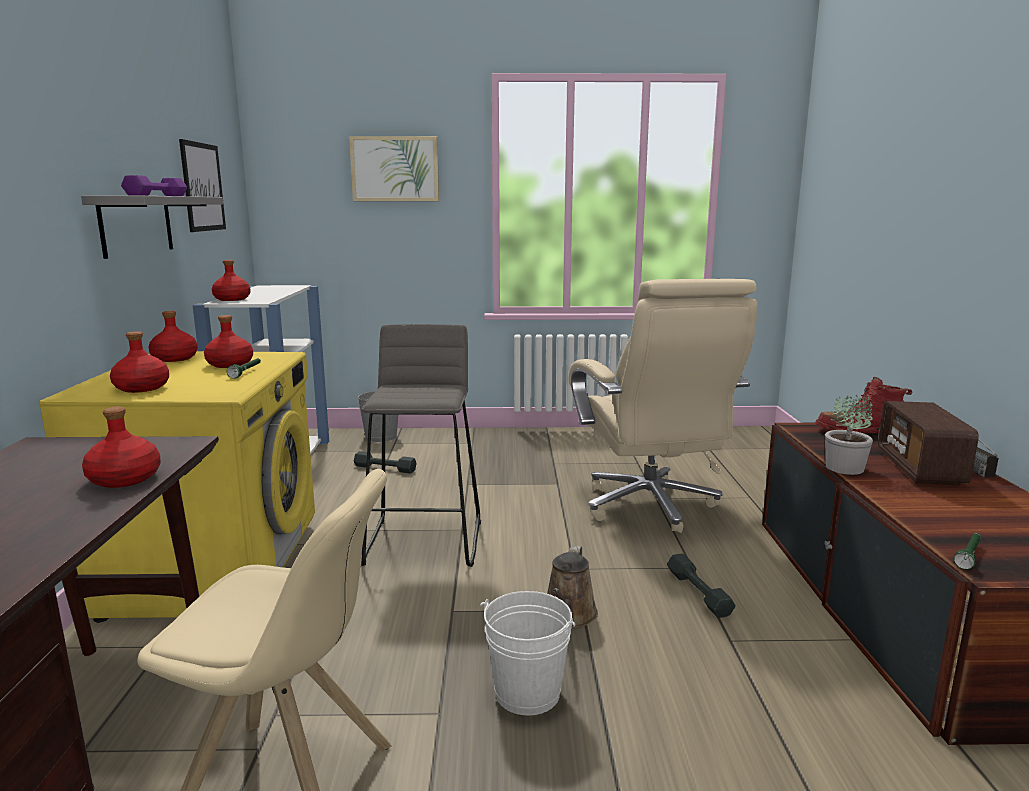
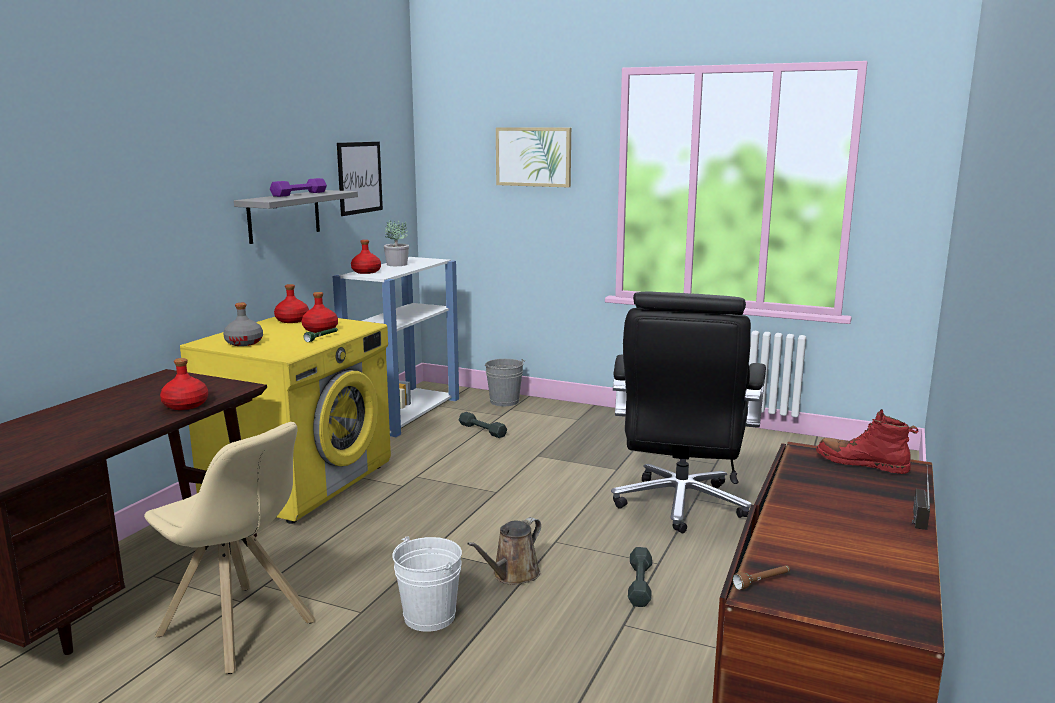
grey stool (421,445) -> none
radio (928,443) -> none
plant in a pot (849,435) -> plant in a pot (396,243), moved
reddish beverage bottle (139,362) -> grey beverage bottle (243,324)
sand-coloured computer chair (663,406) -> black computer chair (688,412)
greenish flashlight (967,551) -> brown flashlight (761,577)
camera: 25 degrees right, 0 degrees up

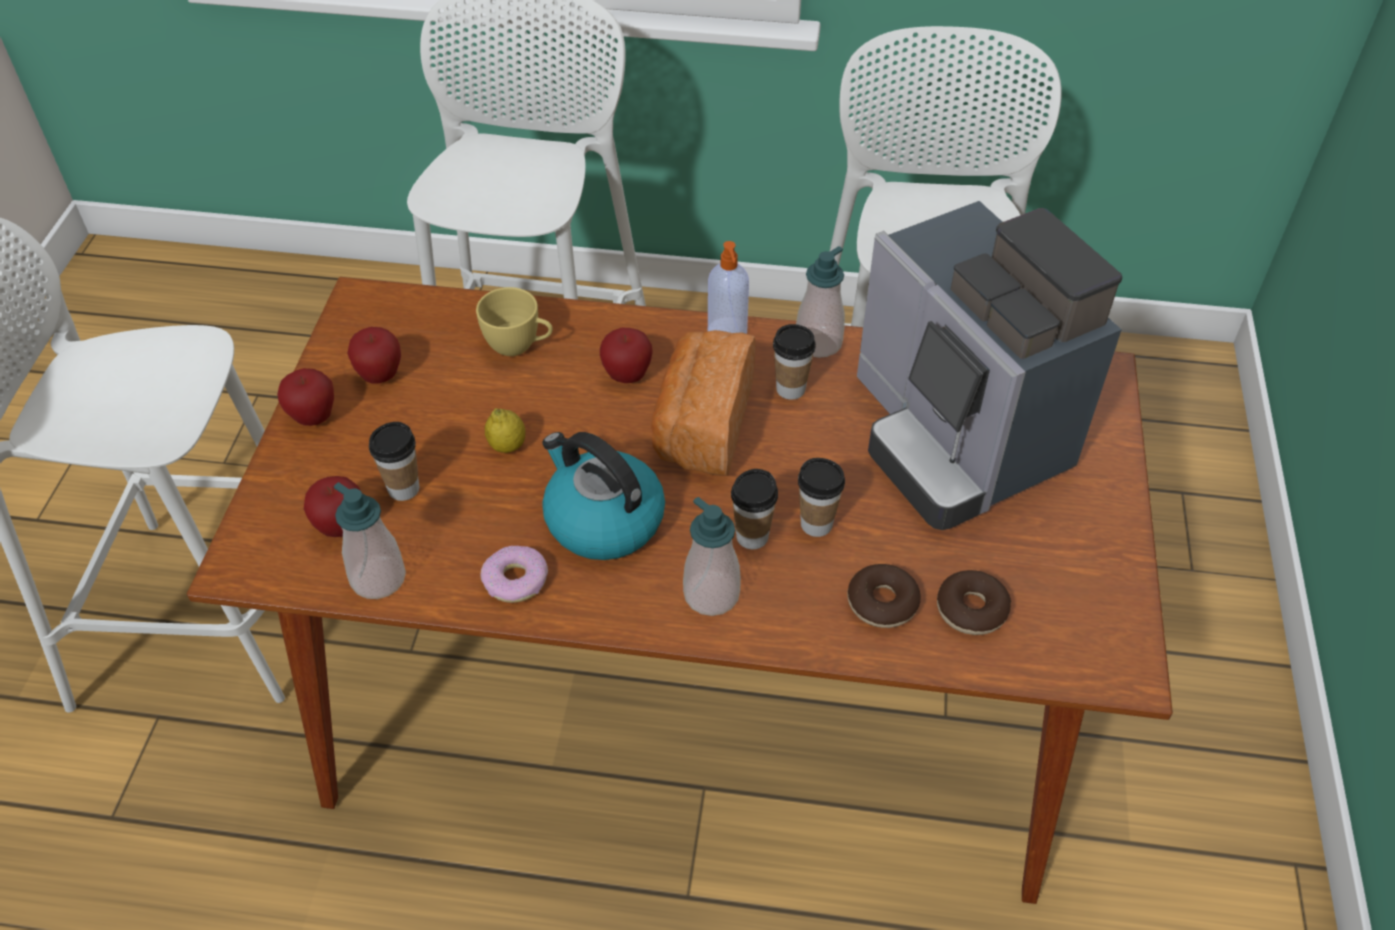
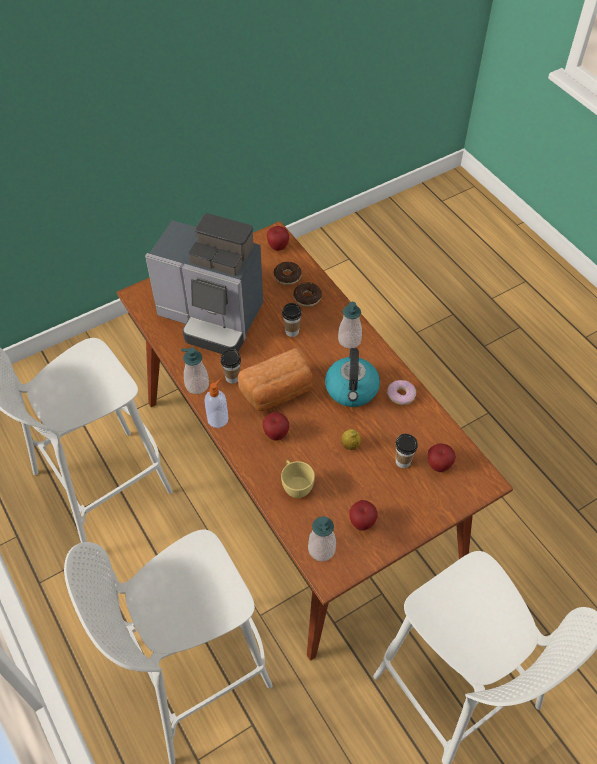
cup (754,509) -> none
apple fruit (305,397) -> apple fruit (278,238), moved
soap dispenser (369,540) -> soap dispenser (322,538), moved
coffee machine (990,365) -> coffee machine (204,283), 90 degrees clockwise
camera: 130 degrees left, 5 degrees up

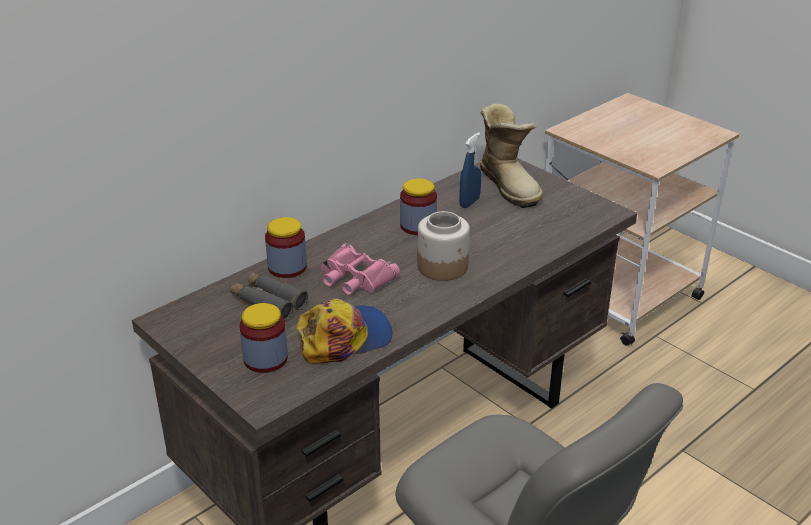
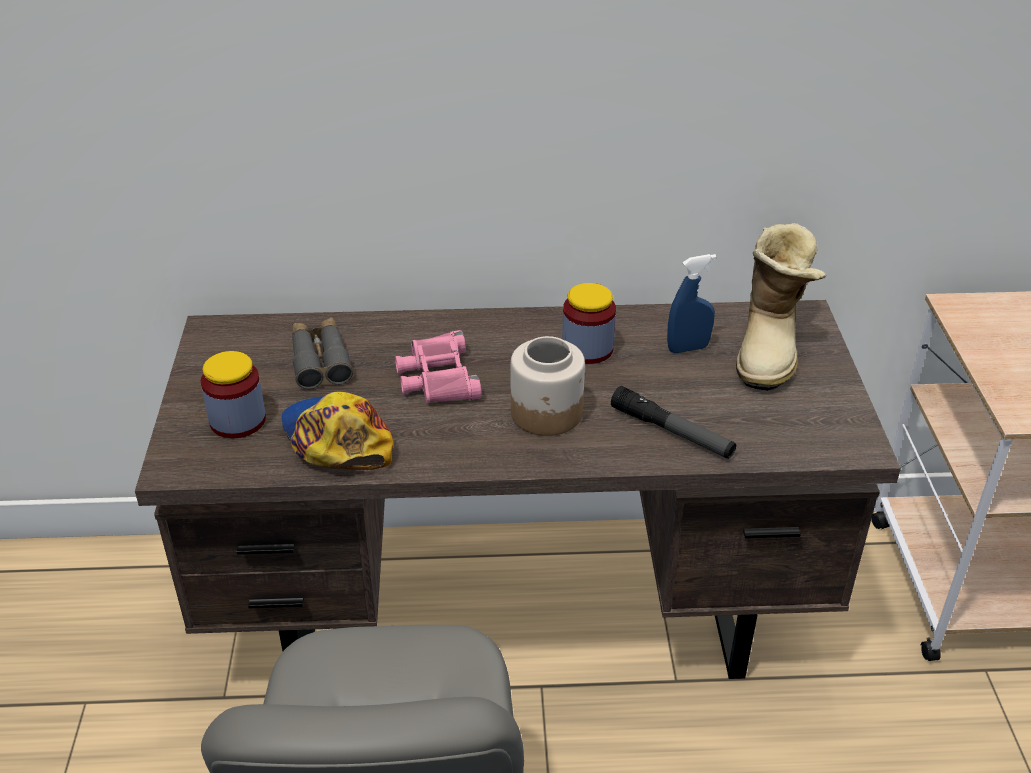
preserve jar (286,247) -> none
none -> flashlight (673,422)
cap (344,330) -> cap (337,431), 135 degrees counterclockwise
camera: 40 degrees right, 5 degrees up

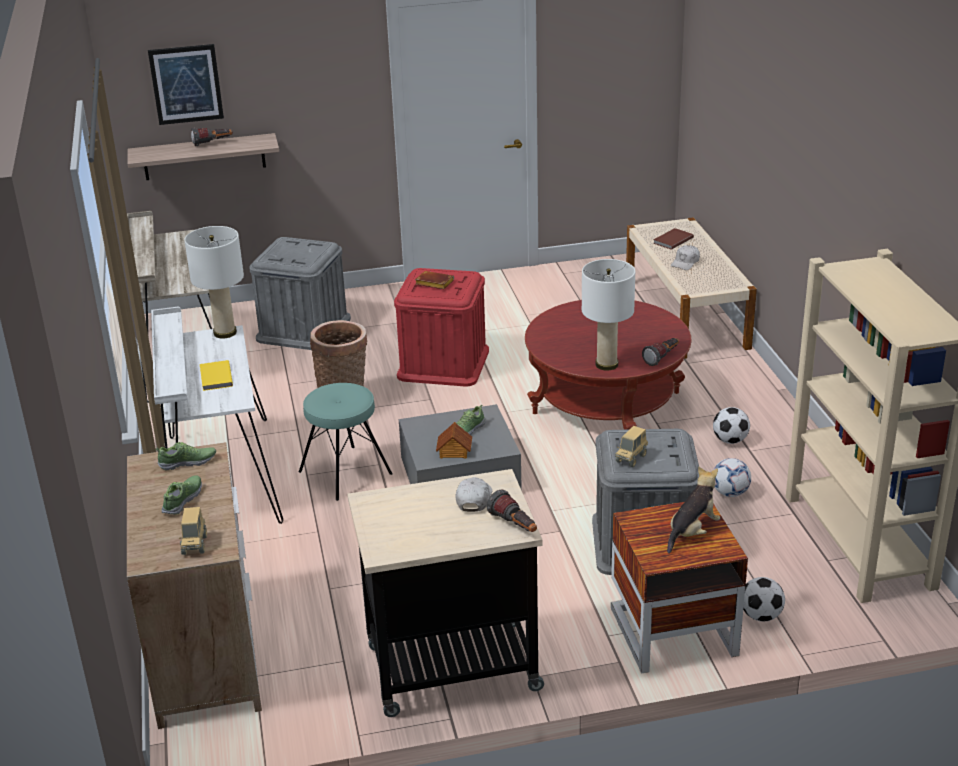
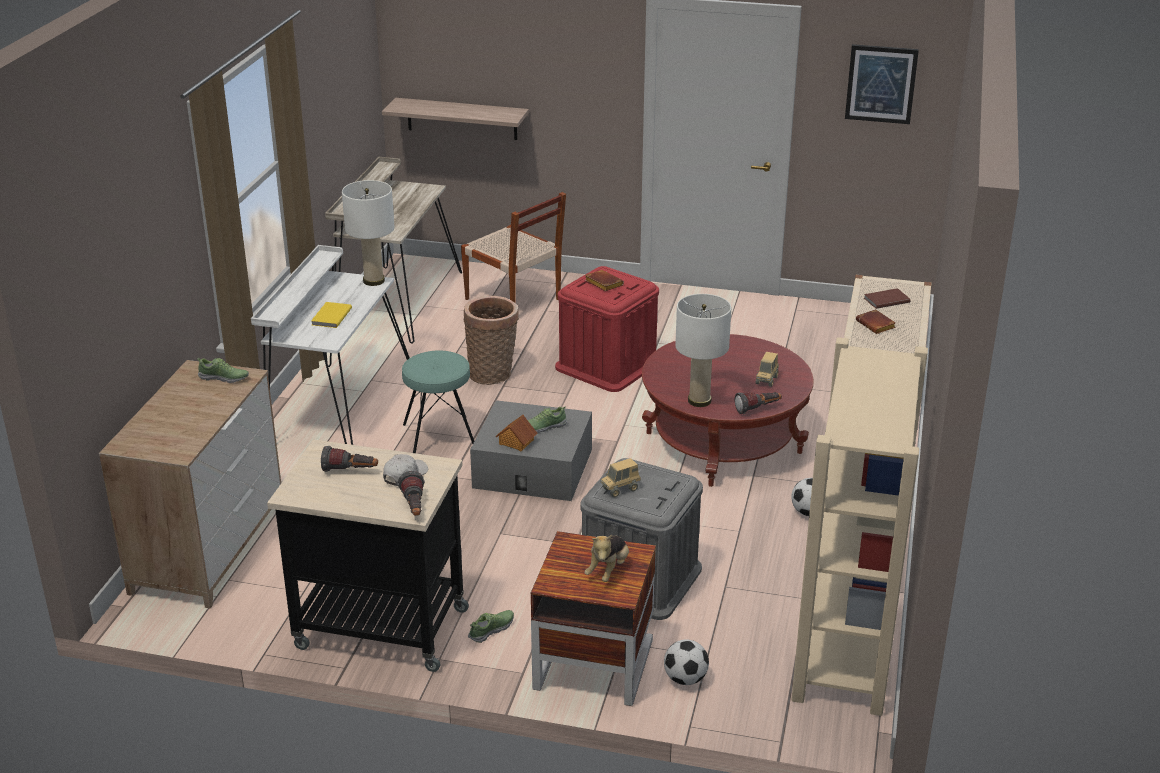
football ball (732,477) -> none
wall art (186,84) -> wall art (882,84), moved
item of footwear (182,495) -> item of footwear (491,626), moved
toy truck (193,531) -> toy truck (767,369), moved
flashlight (212,137) -> flashlight (349,459), moved
grey storage container (300,293) -> plain chair (513,247)
whitish cap (685,257) -> brown bound book (876,321)
plush toy (693,509) -> plush toy (606,558), 135 degrees clockwise
camera: 25 degrees right, 0 degrees up

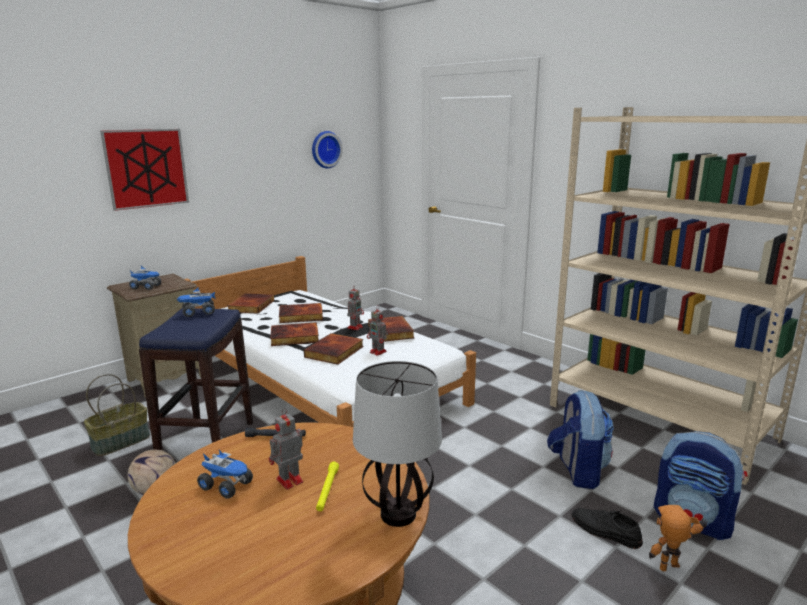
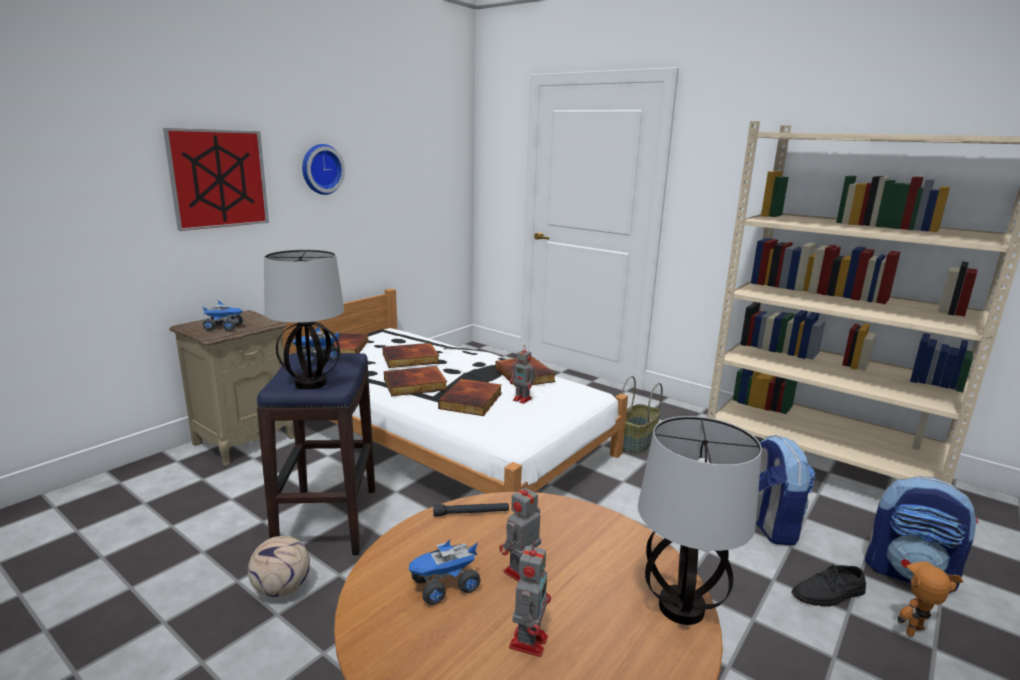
yellowish flashlight (327,486) -> none
none -> tabletop lamp (304,319)
basket (117,415) -> basket (641,415), moved
clock on the wall (327,149) -> clock on the wall (323,169), moved
toy robot (355,307) -> toy robot (530,598), moved
toy truck (225,474) -> toy truck (444,572), 135 degrees clockwise
black item of footwear (607,528) -> black item of footwear (829,584), 45 degrees counterclockwise
camera: 10 degrees left, 0 degrees up

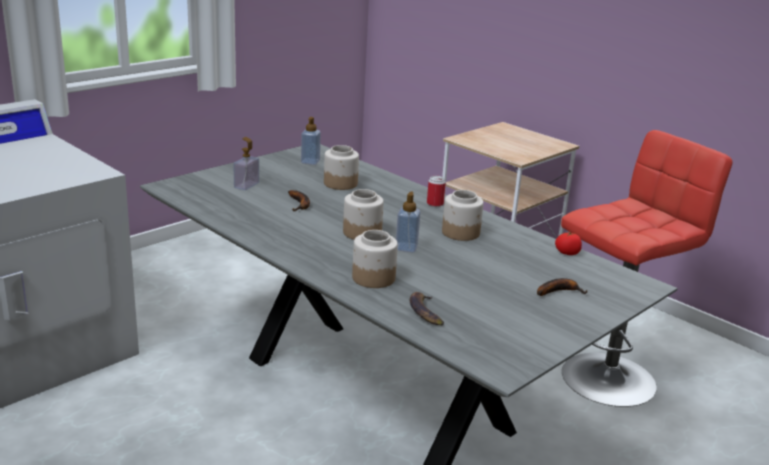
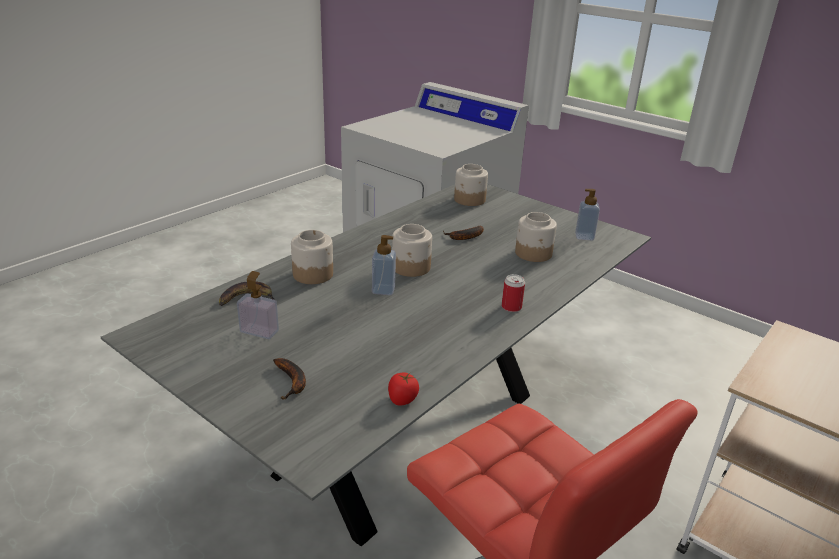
soap dispenser (246,163) -> soap dispenser (258,305), moved
preserve jar (463,215) -> preserve jar (471,185), moved
camera: 85 degrees right, 5 degrees up

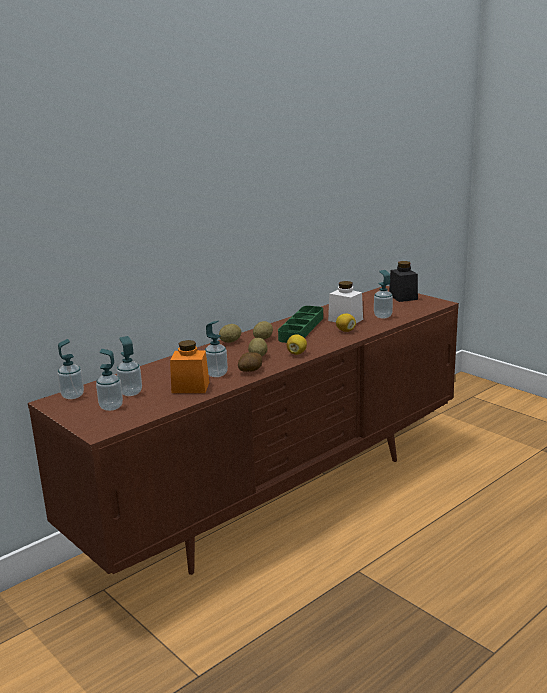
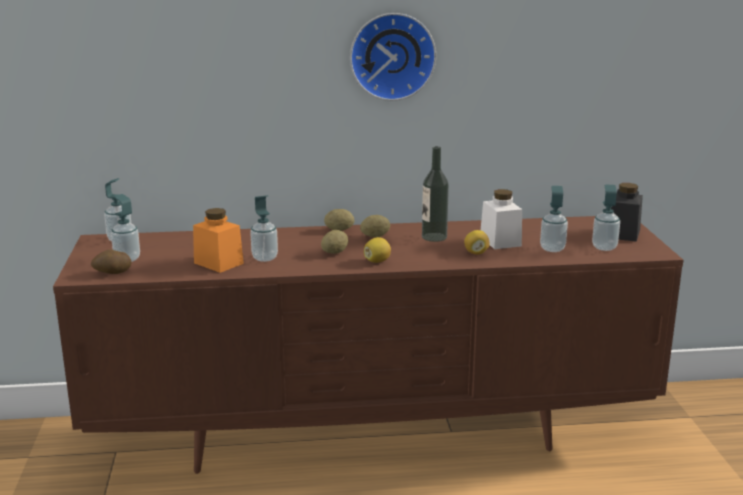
none -> clock on the wall (393,57)
soap dispenser (129,366) -> soap dispenser (606,218), moved
potato (250,362) -> potato (111,261), moved
greenish carrying tray (300,324) -> beverage bottle (435,194)
camera: 35 degrees right, 0 degrees up

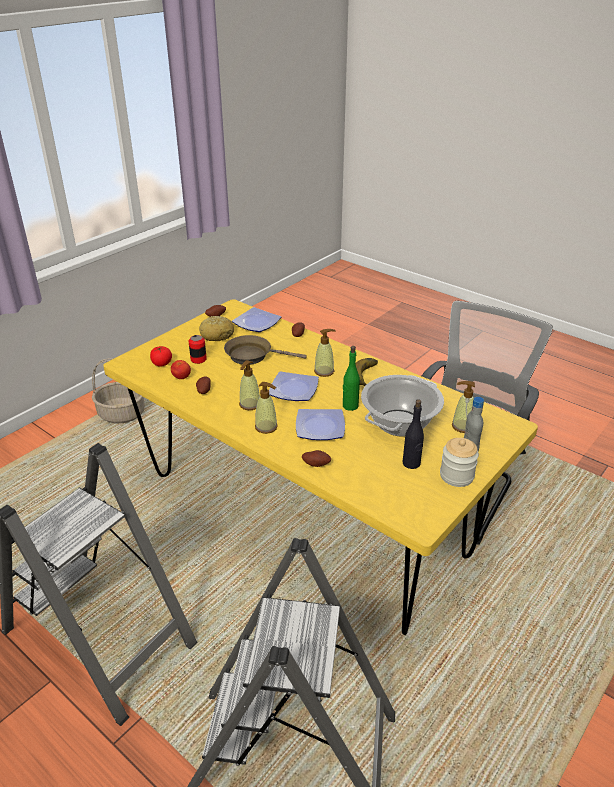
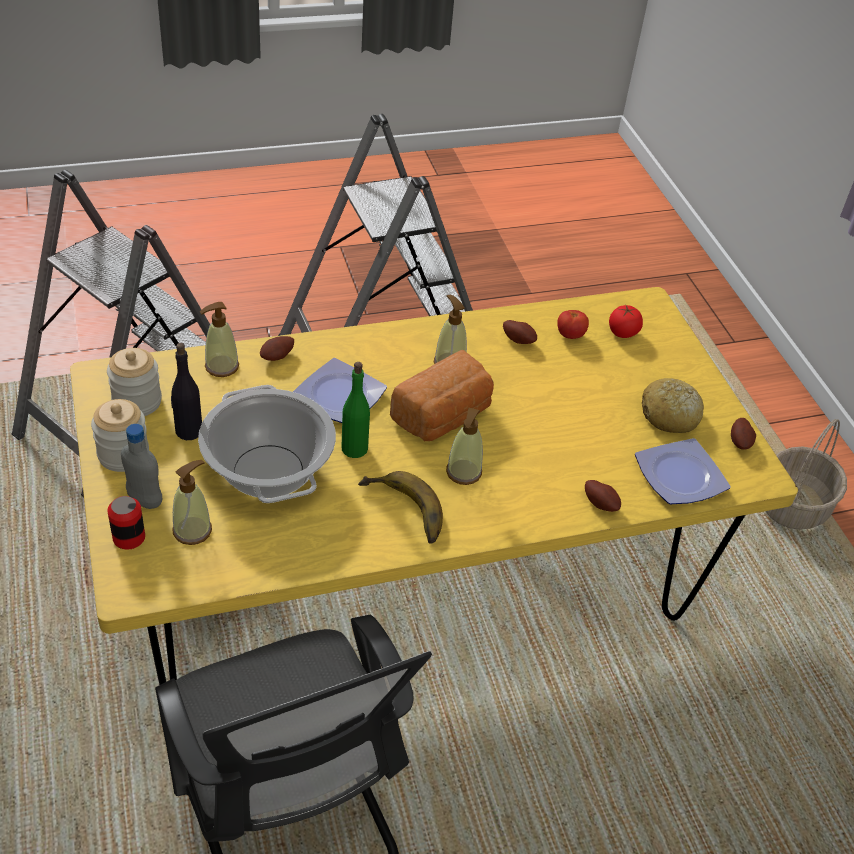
brown pan (265,350) -> none
none -> preserve jar (134,382)
sealed can (198,349) -> sealed can (126,523), moved
soap dispenser (266,408) -> soap dispenser (219,339), moved
plate (294,386) -> bakery bread (442,395)
camera: 120 degrees right, 10 degrees up

